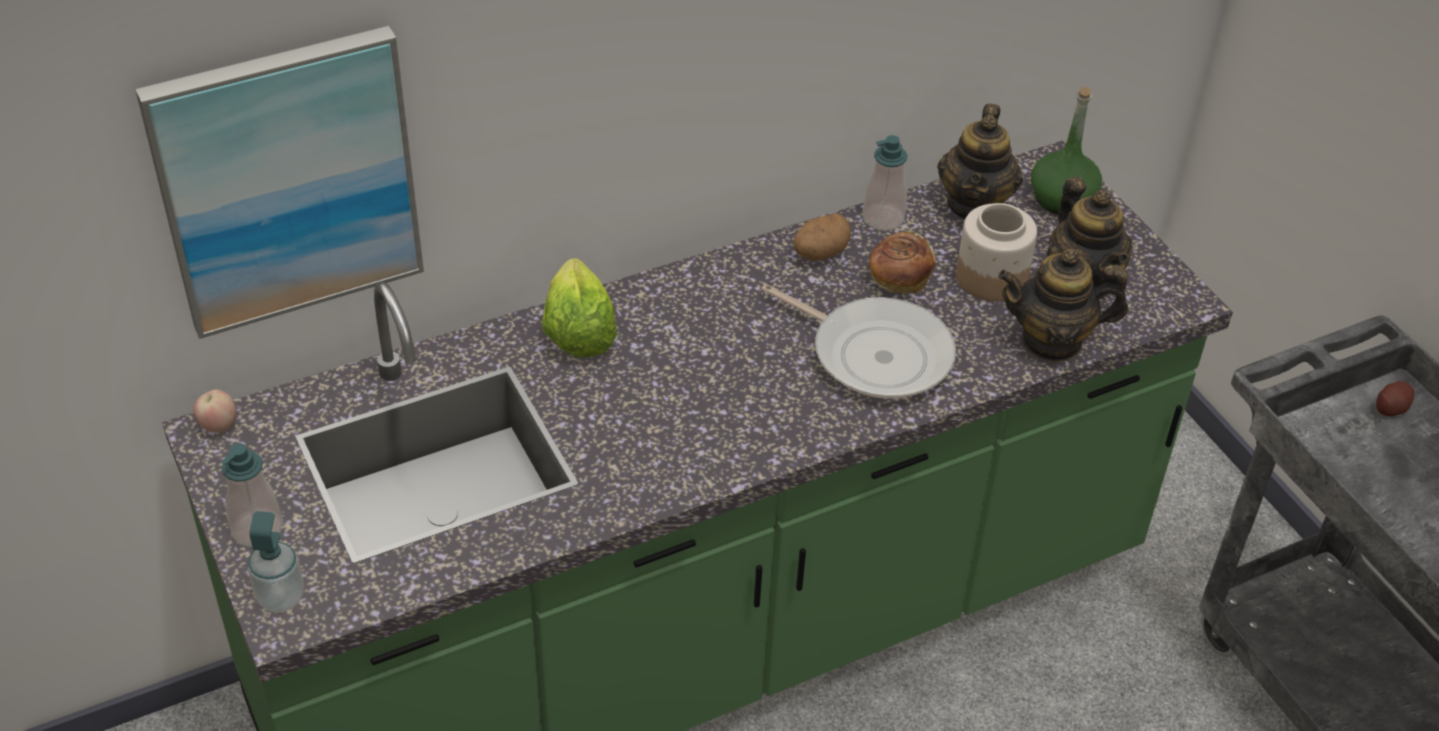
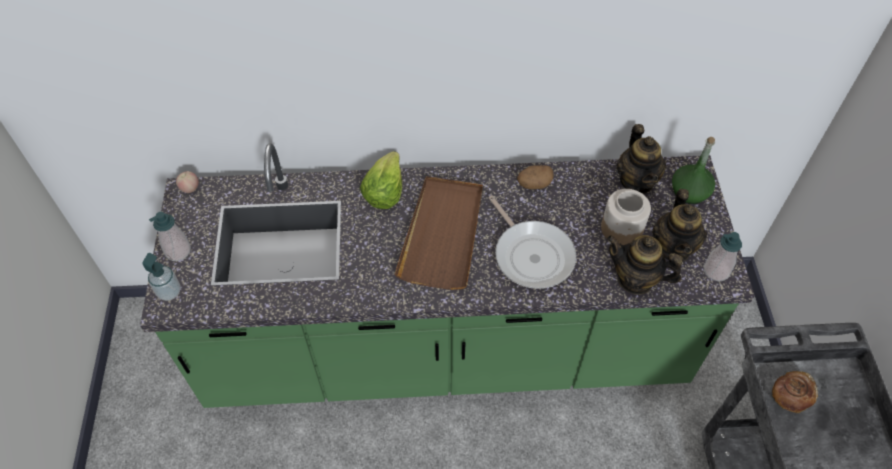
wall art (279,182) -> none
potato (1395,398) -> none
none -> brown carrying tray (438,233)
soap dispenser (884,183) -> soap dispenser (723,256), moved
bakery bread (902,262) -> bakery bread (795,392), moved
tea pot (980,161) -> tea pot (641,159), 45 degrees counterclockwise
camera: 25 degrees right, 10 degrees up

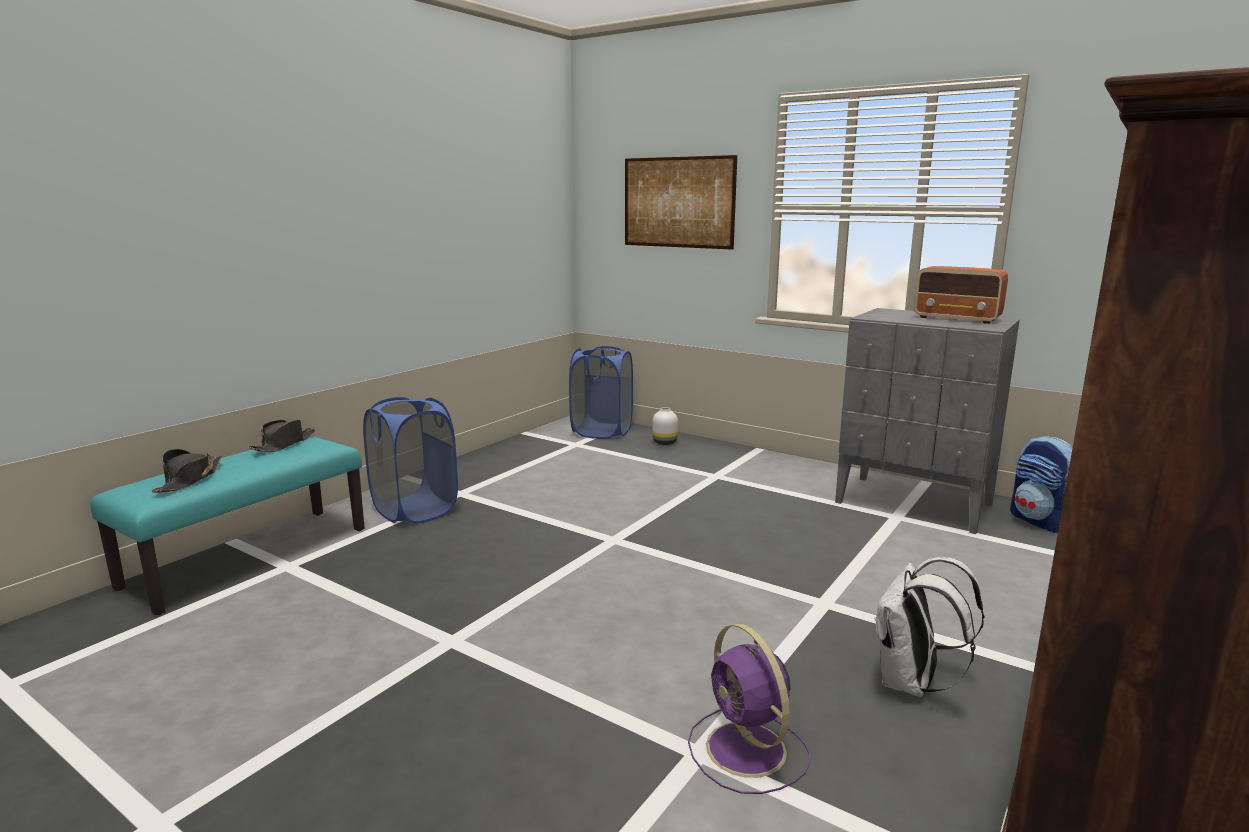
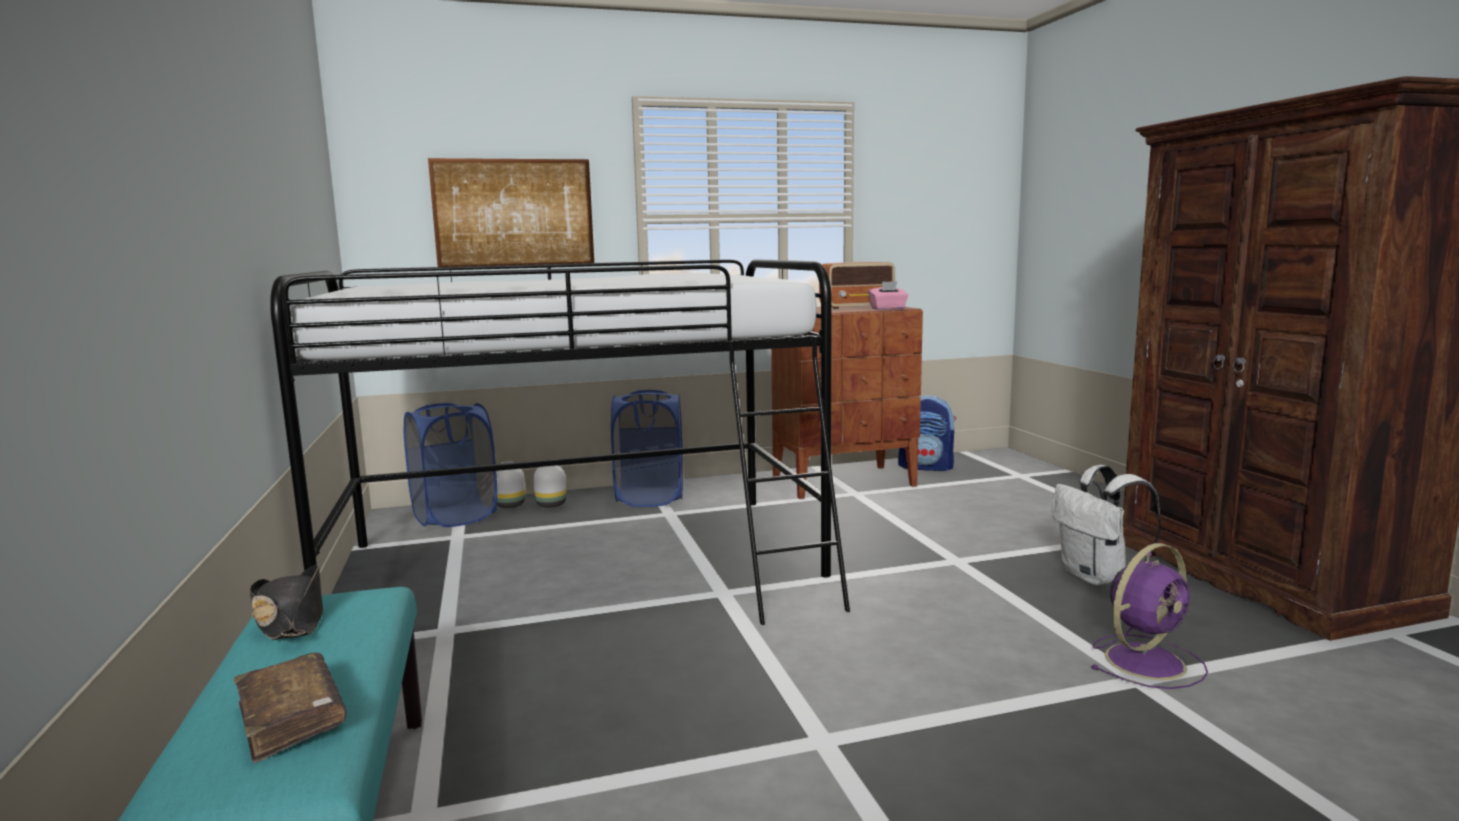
none -> black sleeping bed (560,442)
none -> whitish flower vase (511,484)
none -> pink tissue box (888,295)
bluish laundry basket (410,460) -> bluish laundry basket (647,448), moved
black wearable hat (187,471) -> brown bound book (290,708)
grey drawer chest (927,421) -> brown drawer chest (847,402)
purple-coloured electric fan (749,708) -> purple-coloured electric fan (1149,616), 45 degrees counterclockwise
camera: 50 degrees left, 5 degrees down

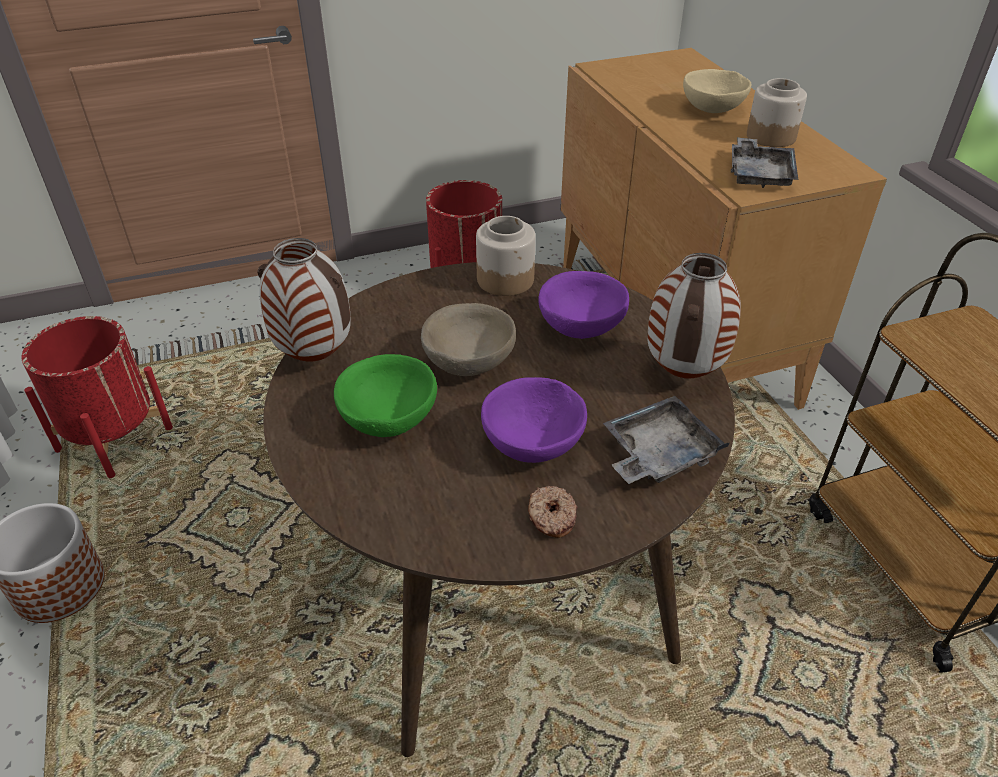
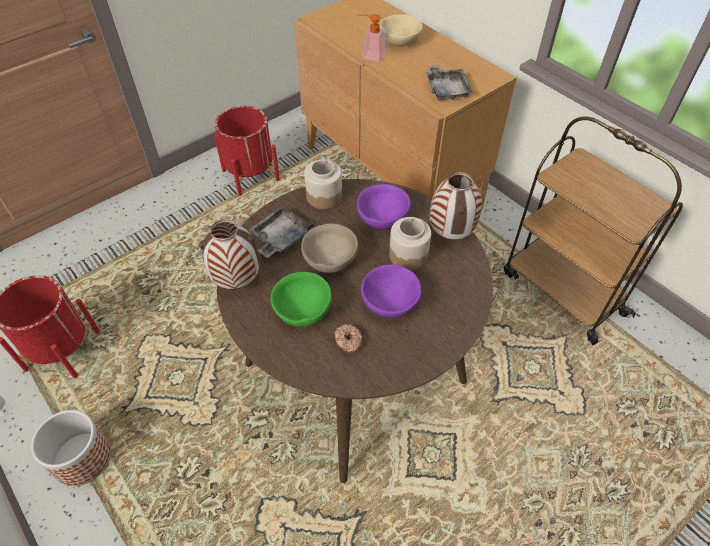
none -> soap dispenser (371,38)
donut (552,512) -> donut (348,338), moved
grey carrying tray (666,440) -> grey carrying tray (281,231), moved
preserve jar (777,112) -> preserve jar (410,244), moved
camera: 20 degrees left, 10 degrees up

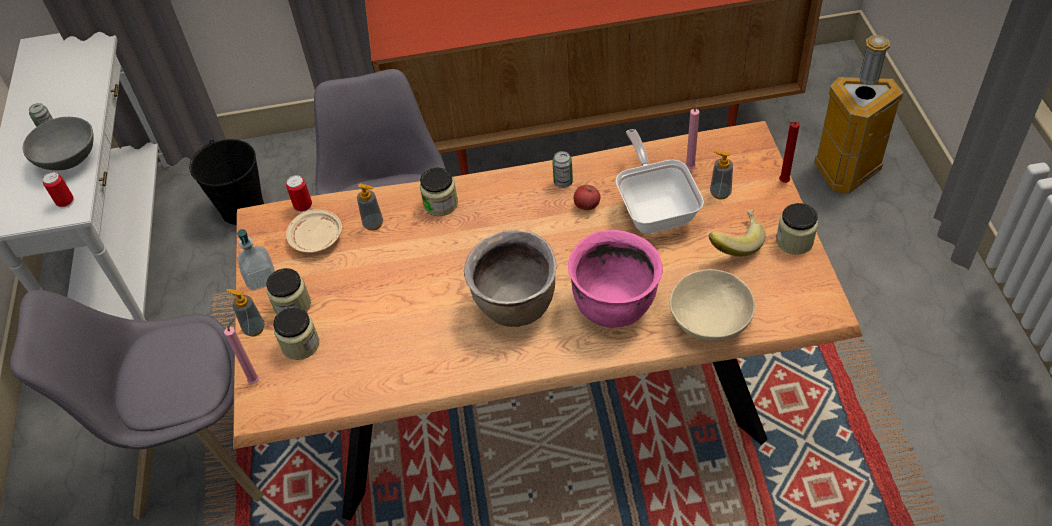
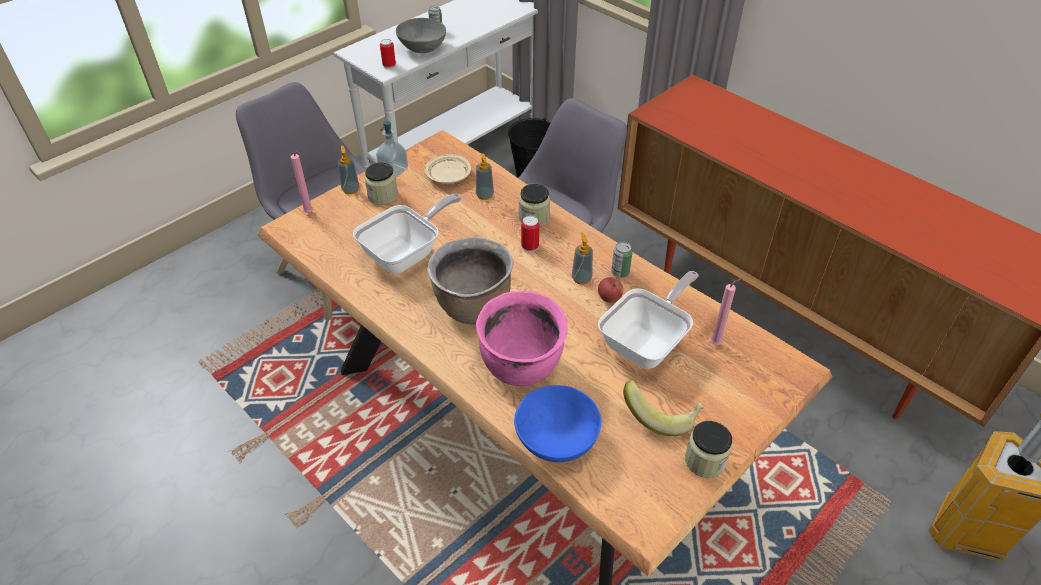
preserve jar (296,333) -> none
reddish wax candle (789,152) -> none
none -> pan (407,234)
sealed can (299,194) -> sealed can (530,234), moved
soap dispenser (721,175) -> soap dispenser (582,258), moved
sand-coloured deep dish (712,305) -> bluish deep dish (558,423)
camera: 50 degrees right, 5 degrees down

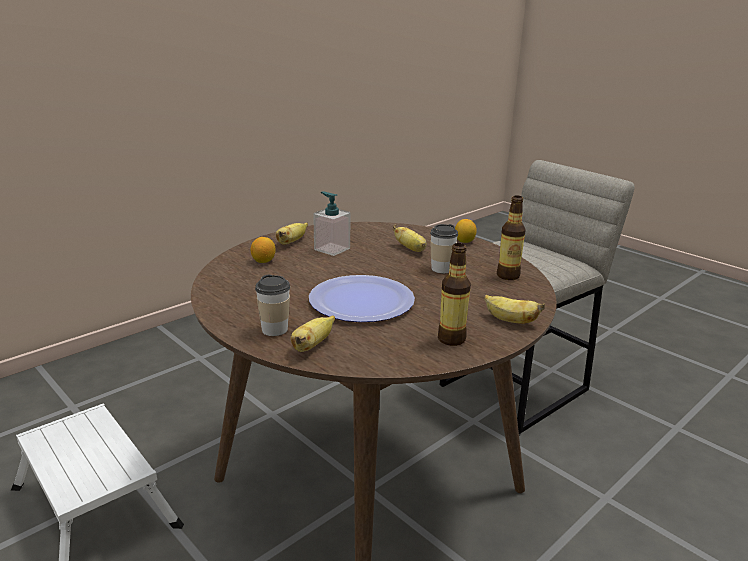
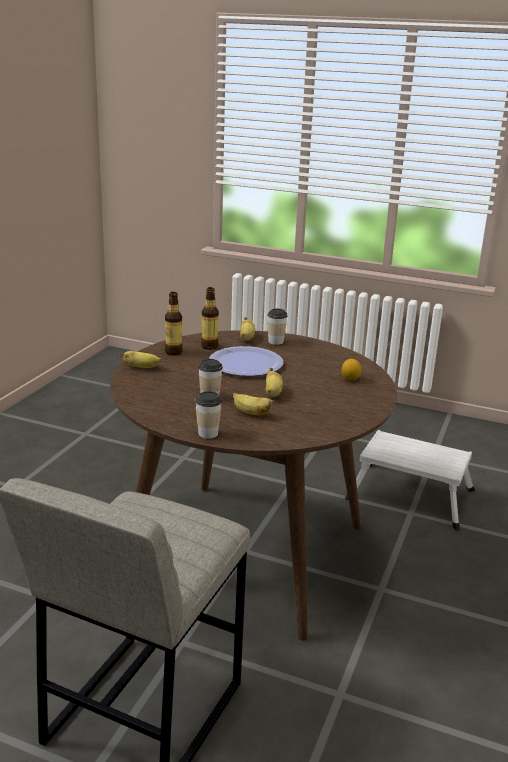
soap dispenser (331,223) -> none
banana (292,234) -> banana (274,382), moved
beverage bottle (511,238) -> beverage bottle (210,318), moved
whole lemon (466,231) -> cup (208,415)
camera: 155 degrees right, 0 degrees up

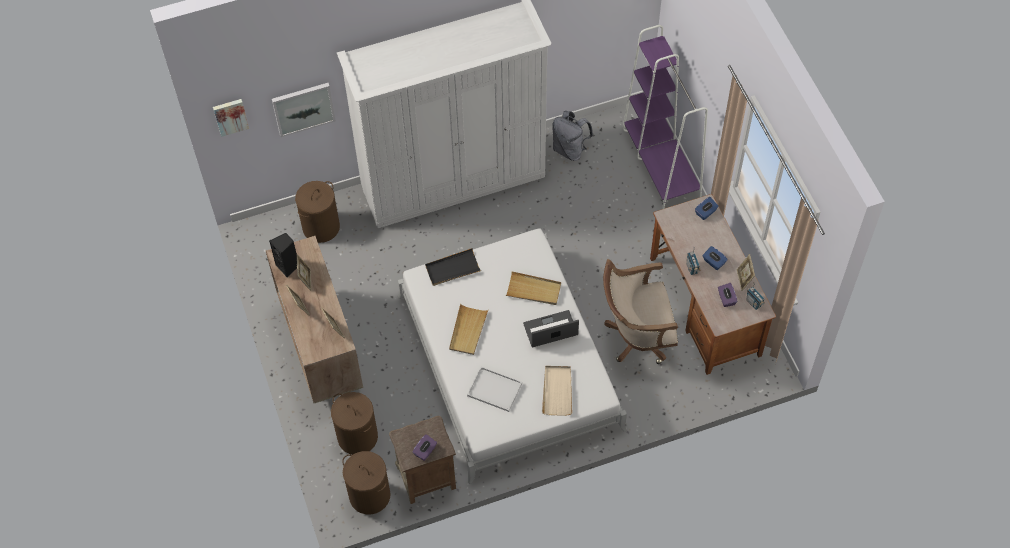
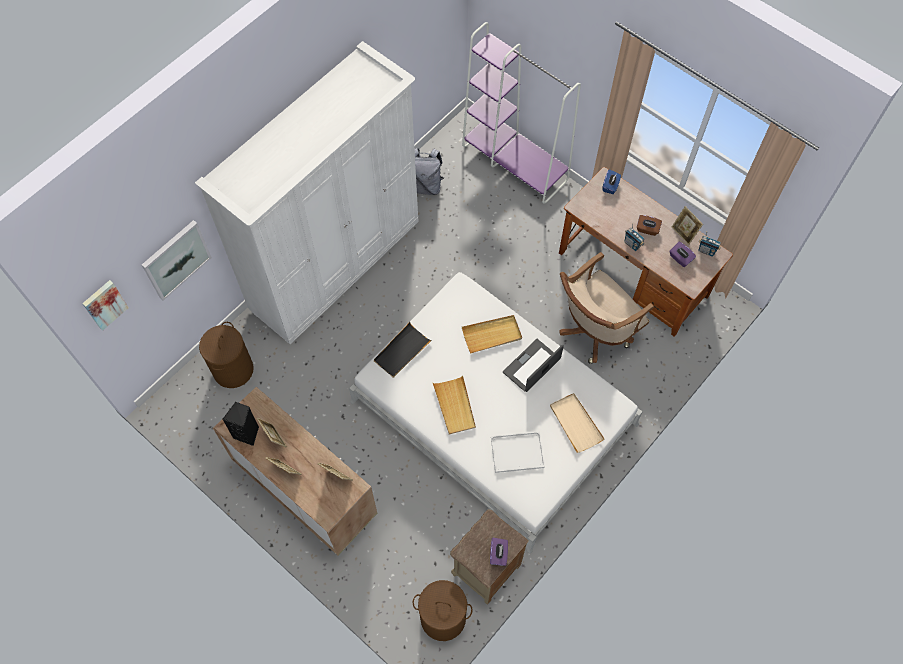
brown laundry basket (354,423) -> none
bluish tissue box (715,258) -> brown tissue box (649,225)
camera: 30 degrees left, 5 degrees up

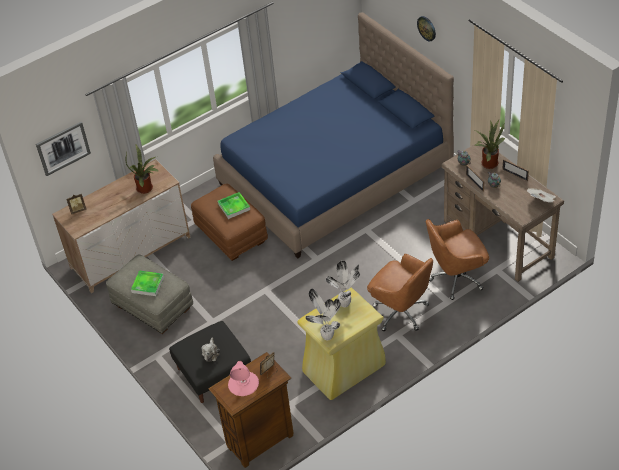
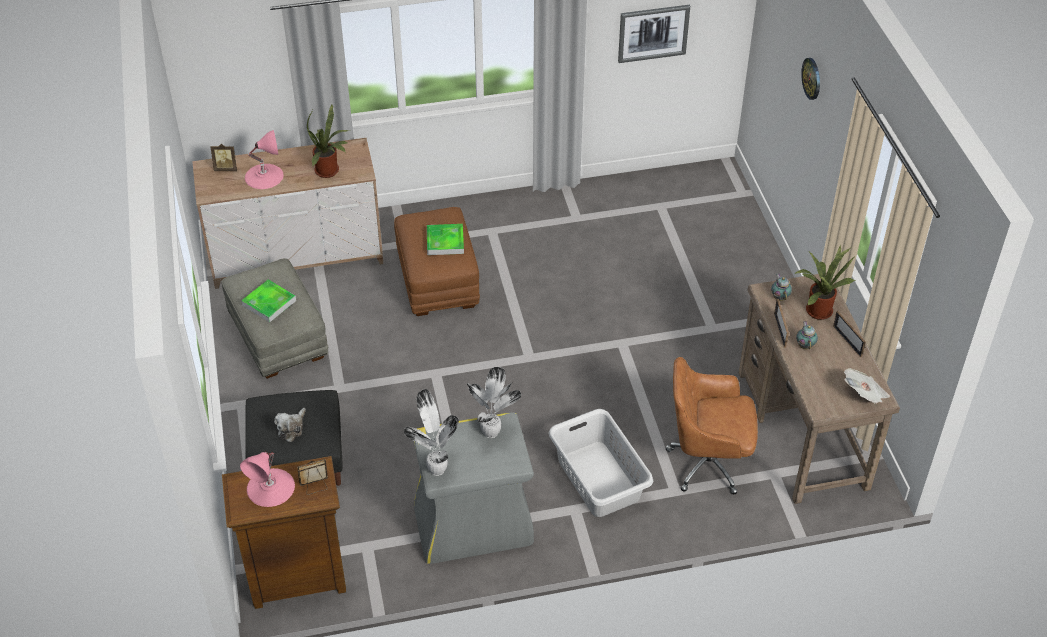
bluish sleeping bed (333,135) -> none
none -> pink tabletop lamp (264,159)
wall art (63,149) -> wall art (654,34), moved
brown computer chair (400,292) -> grey laundry basket (601,463)
yellowish night table (341,344) -> grey night table (474,488)
camera: 20 degrees right, 0 degrees up

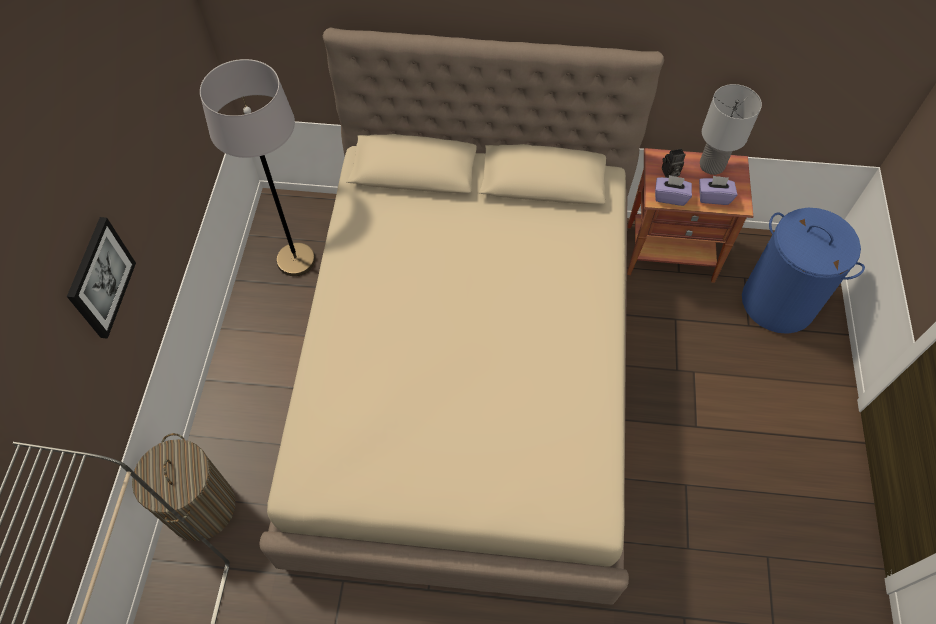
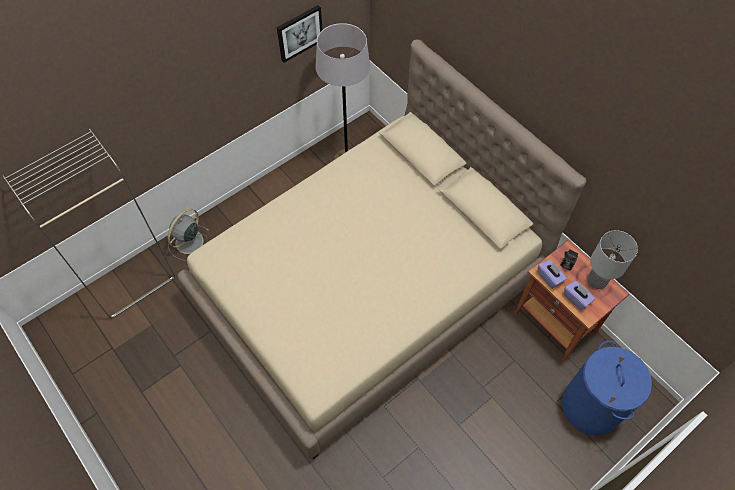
wall art (101,278) -> wall art (299,34), moved
laundry basket (183,487) -> grey electric fan (188,235)
camera: 45 degrees right, 0 degrees up

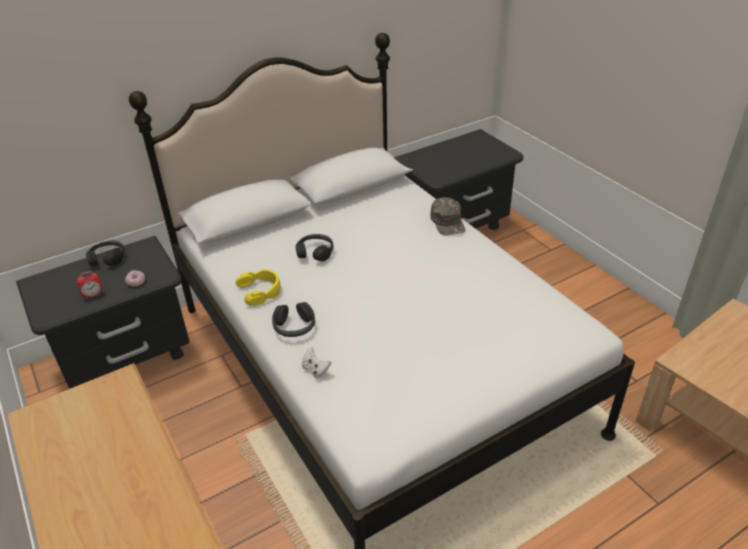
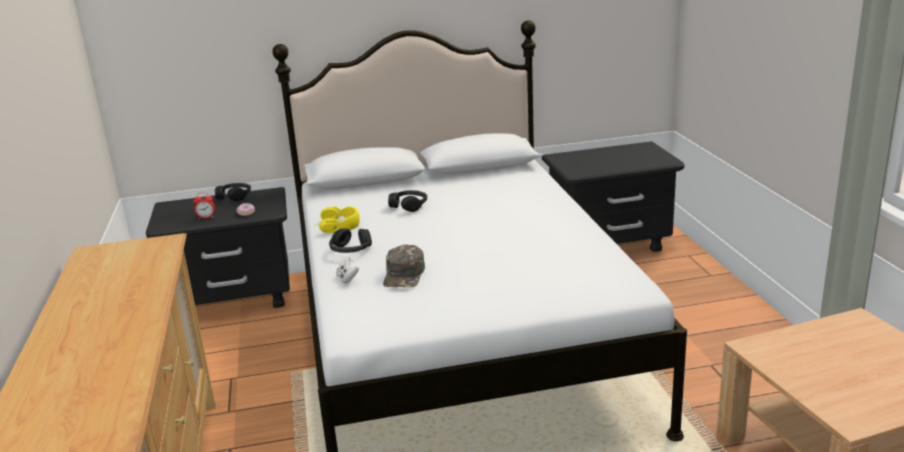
greenish cap (447,216) -> greenish cap (404,265), moved
camera: 20 degrees right, 15 degrees down

